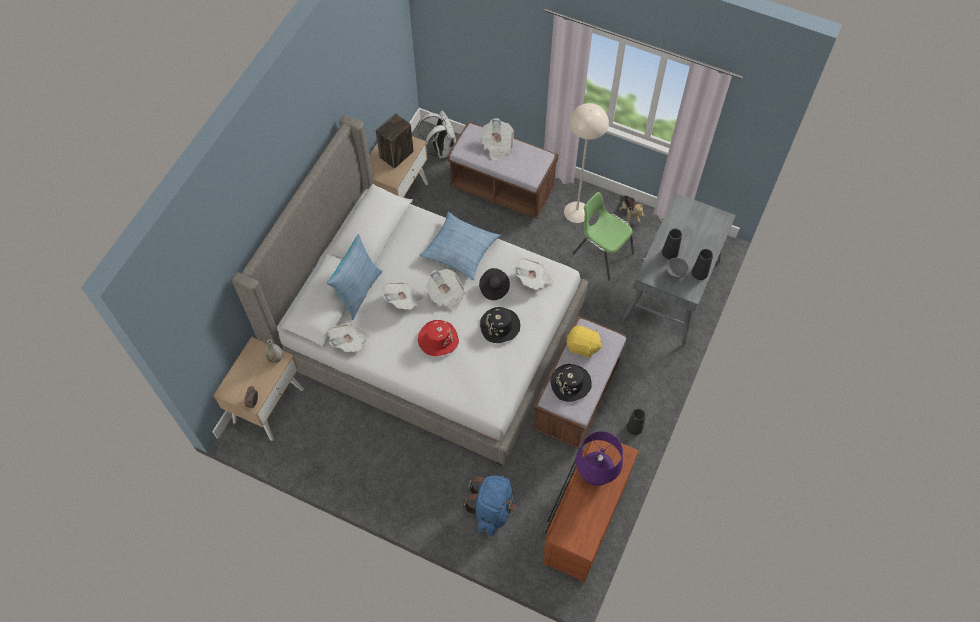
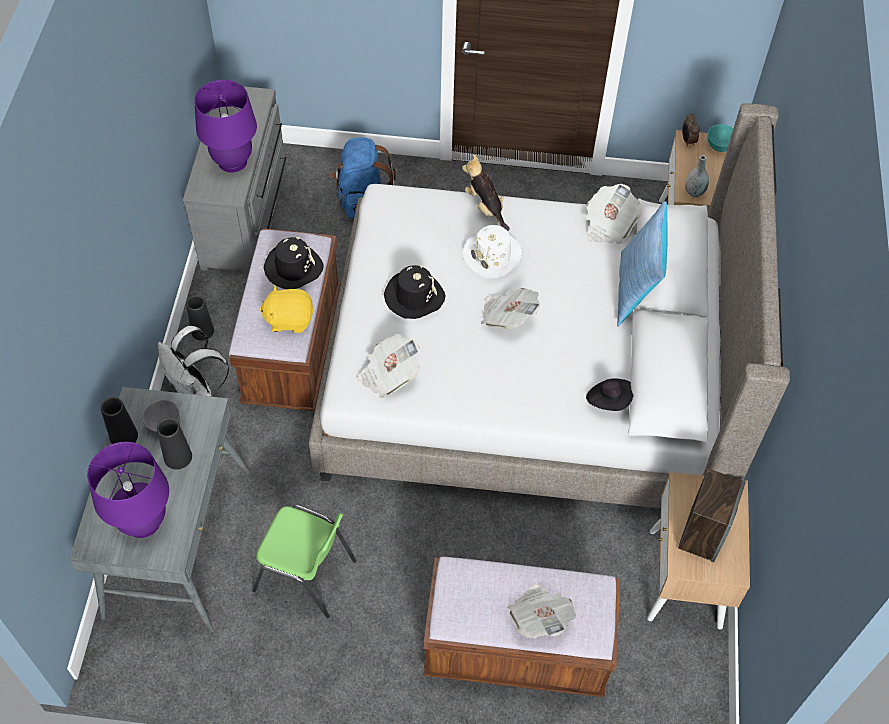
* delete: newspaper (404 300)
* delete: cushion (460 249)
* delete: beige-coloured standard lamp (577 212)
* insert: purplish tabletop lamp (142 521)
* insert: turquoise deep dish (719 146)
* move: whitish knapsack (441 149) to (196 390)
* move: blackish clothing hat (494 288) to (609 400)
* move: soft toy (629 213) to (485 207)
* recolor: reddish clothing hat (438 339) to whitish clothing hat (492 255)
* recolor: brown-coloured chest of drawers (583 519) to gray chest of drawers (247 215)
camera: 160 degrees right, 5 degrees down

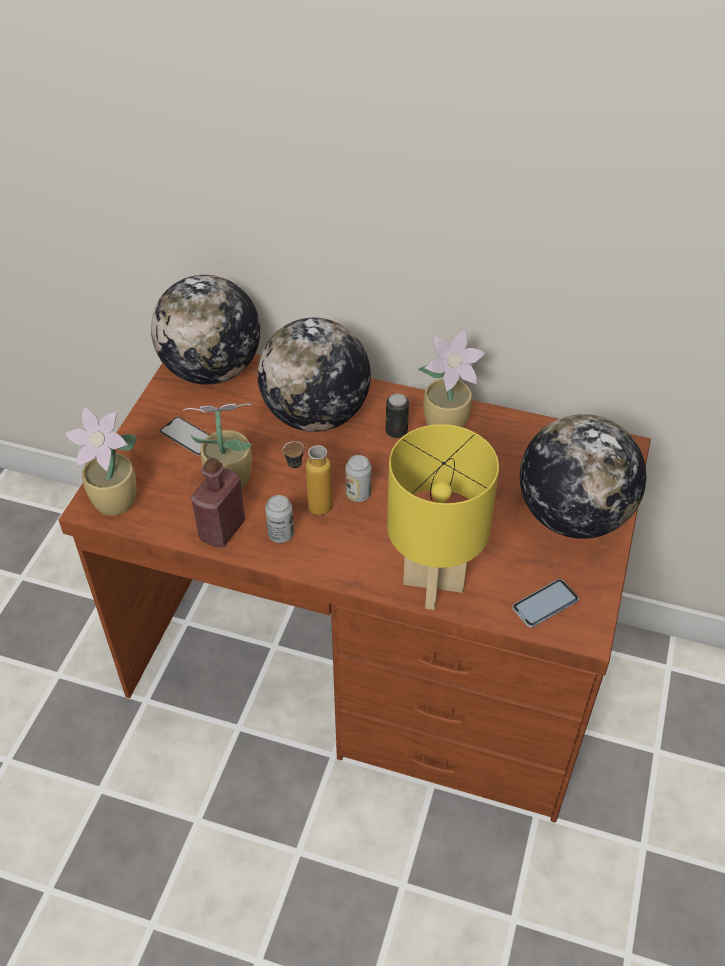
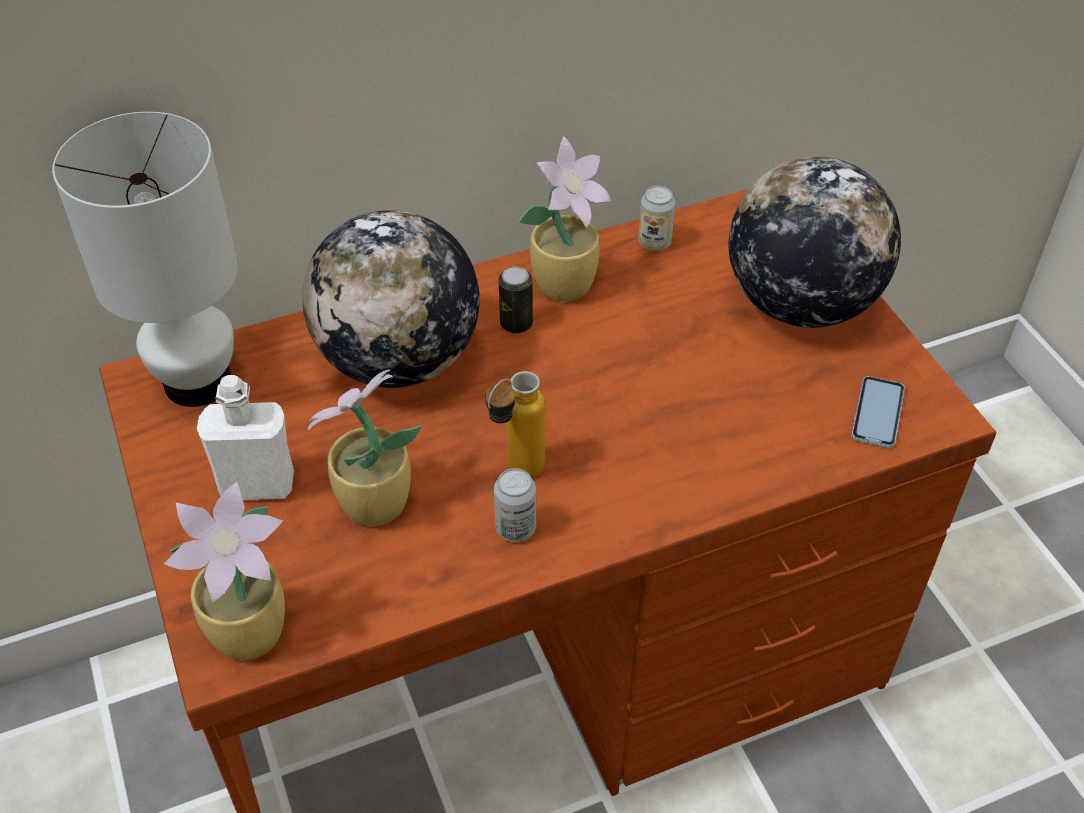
* delete: reddish beverage bottle (222 530)
* delete: yellow-coloured tabletop lamp (433 584)
* move: can (358 494) to (654 243)
* replace: world globe (212 370) to whitish tabletop lamp (197 383)
* replace: phone (188 436) to whitish beverage bottle (257 485)
camera: 40 degrees left, 0 degrees up

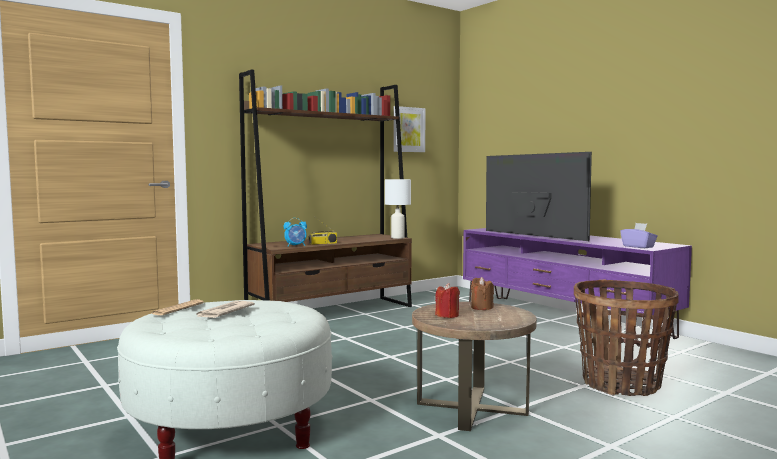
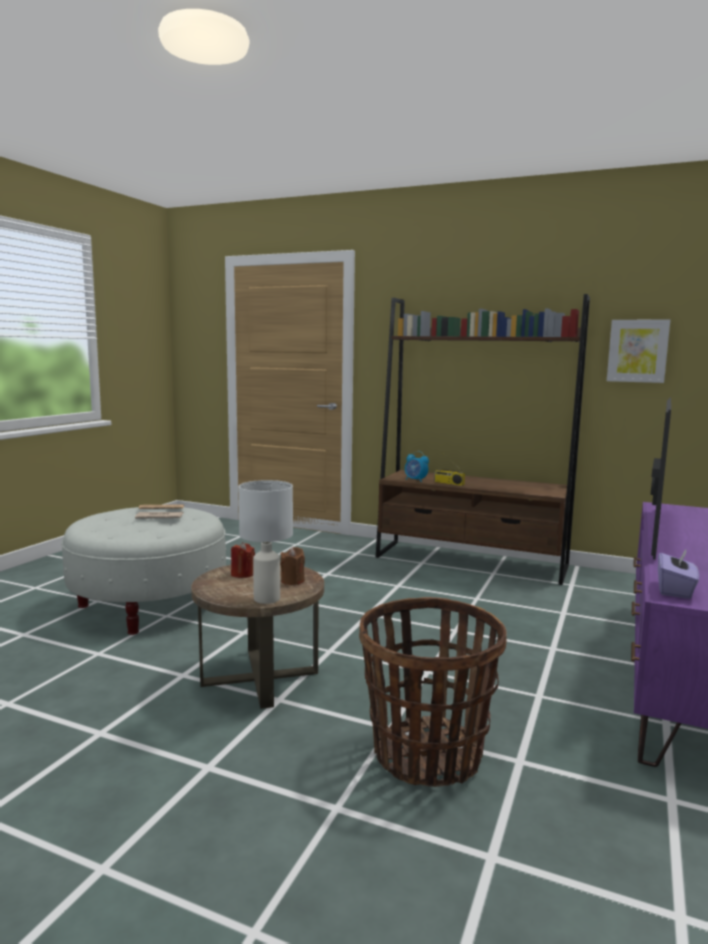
* move: whitish tabletop lamp (397 237) to (266 598)
camera: 60 degrees right, 5 degrees up

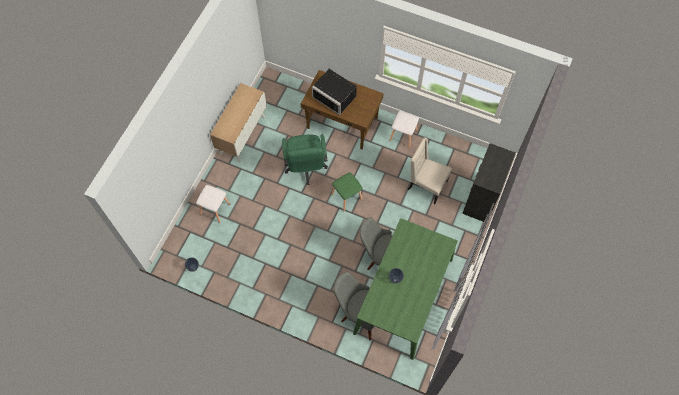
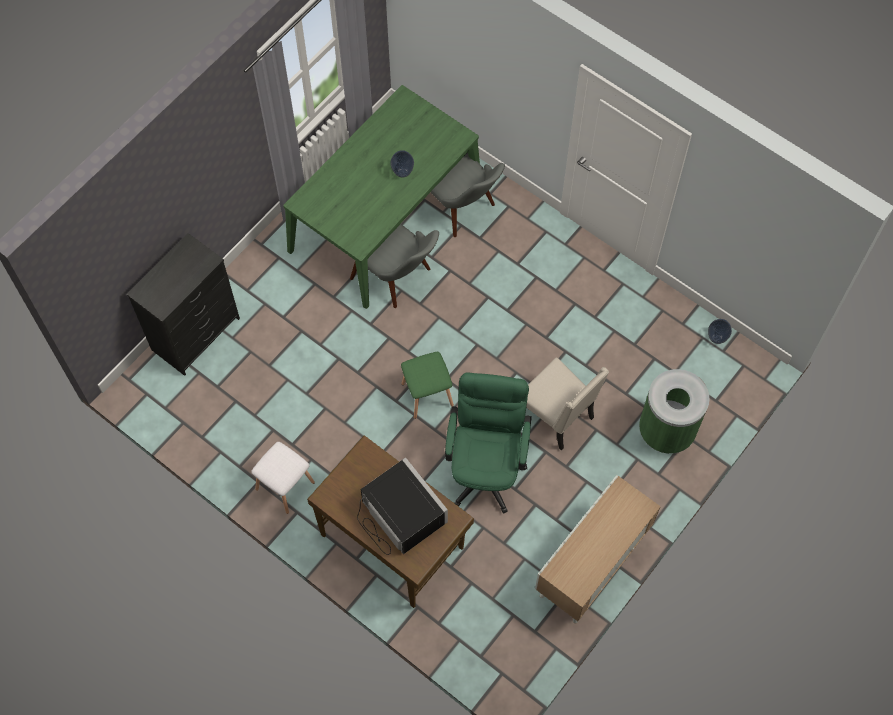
* move: beige-coloured plain chair (426 185) to (557 416)
* replace: whitish stool seat (215 208) to green waste bin (666 431)
camera: 165 degrees left, 0 degrees up

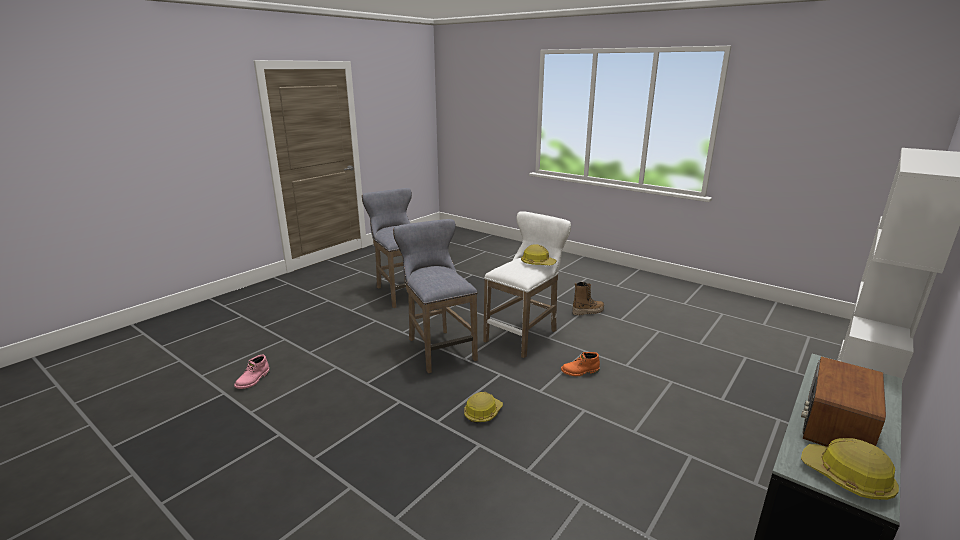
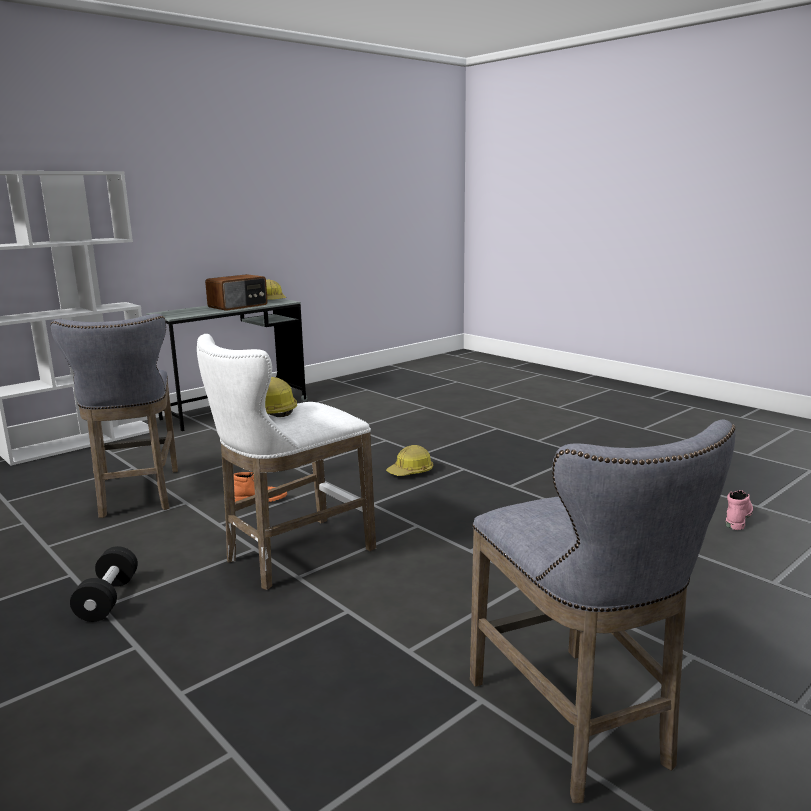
* move: gray stool seat (438 348) to (137 495)
* replace: high-top boot (588 311) to blackish free weight (108 599)
camera: 170 degrees left, 5 degrees down

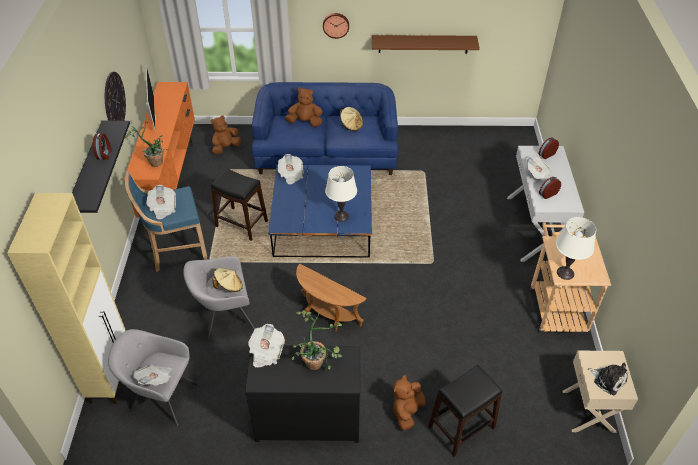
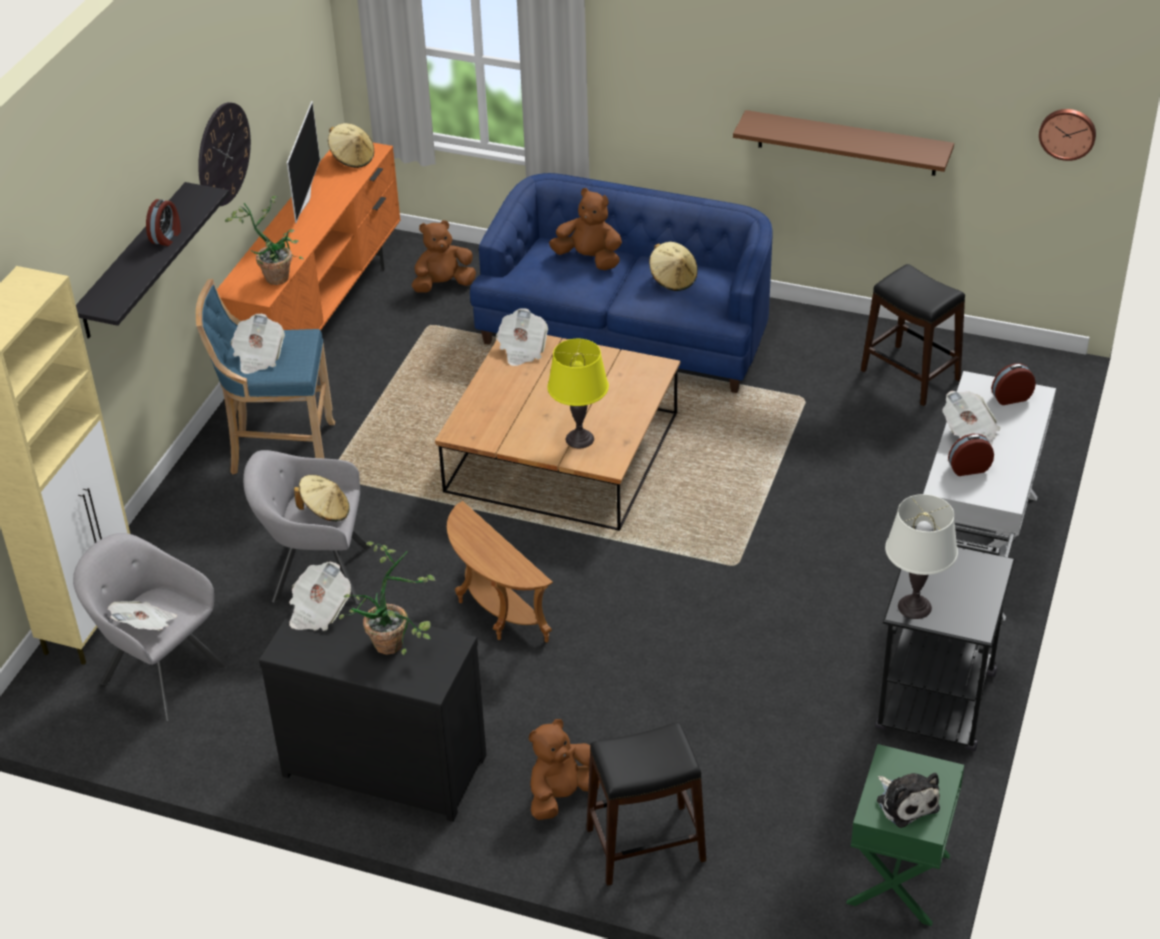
* insert: beige-coloured clothing hat (352 159)
* move: blackish stool seat (241 223) to (910 374)
* move: hanging clock (336 25) to (1067 133)
* recolor: blue coffee table (322 222) to brown-coloured coffee table (562 452)
* recolor: whitish tabletop lamp (341 216) to yellow-coloured tabletop lamp (580 439)
* recolor: beige-coloured trolley (556 305) to blackish trolley (938 690)
* recolor: beige-coloured nightstand (589 411) to green nightstand (900 879)
camera: 20 degrees right, 5 degrees down

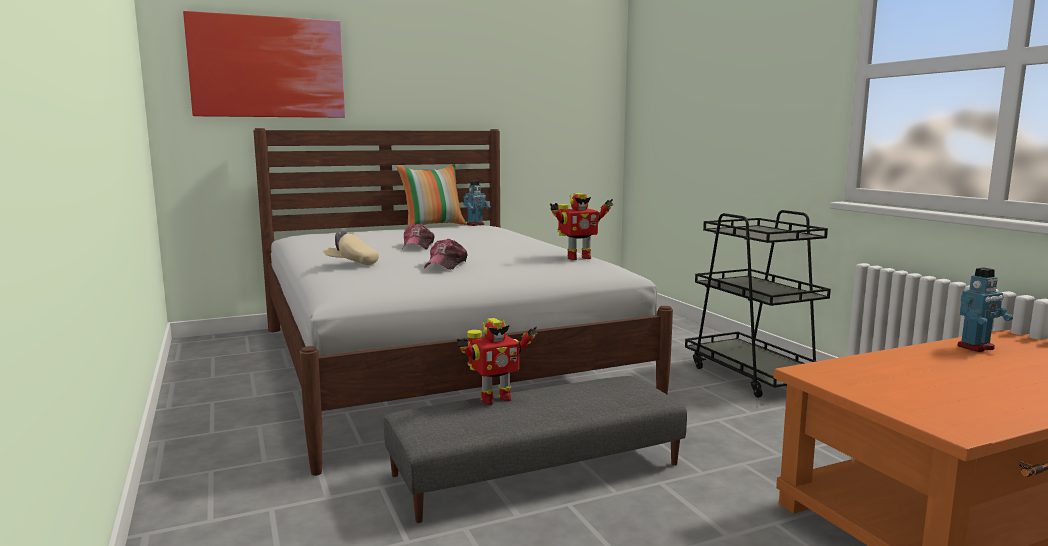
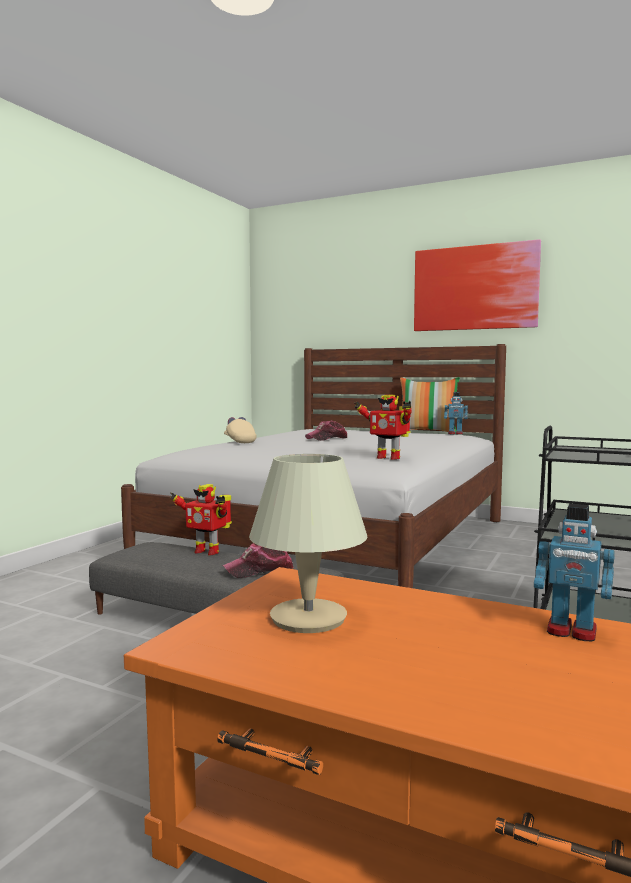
* insert: beige-coloured tabletop lamp (308 618)
* move: picture (268 67) to (475 288)
* move: baseball cap (446 265) to (259 570)
camera: 50 degrees right, 5 degrees down

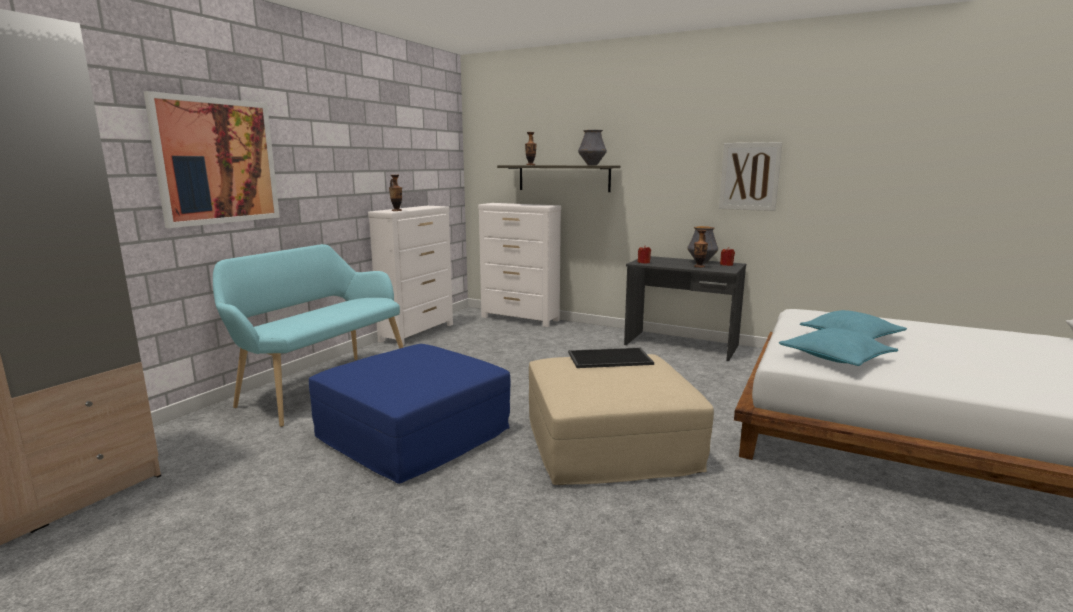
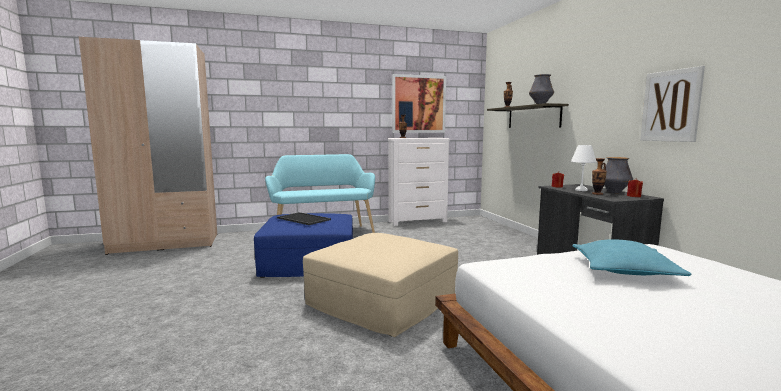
* delete: whitish chest of drawers (520 319)
* delete: turquoise cushion (835 358)
* insert: whitish tabletop lamp (581 190)
* move: picture (217 161) to (418 104)
* move: tray (609 359) to (302 219)
camera: 45 degrees right, 5 degrees down

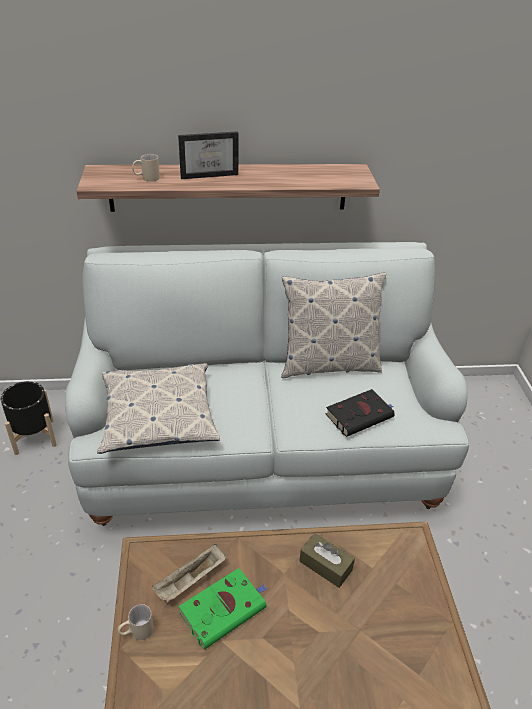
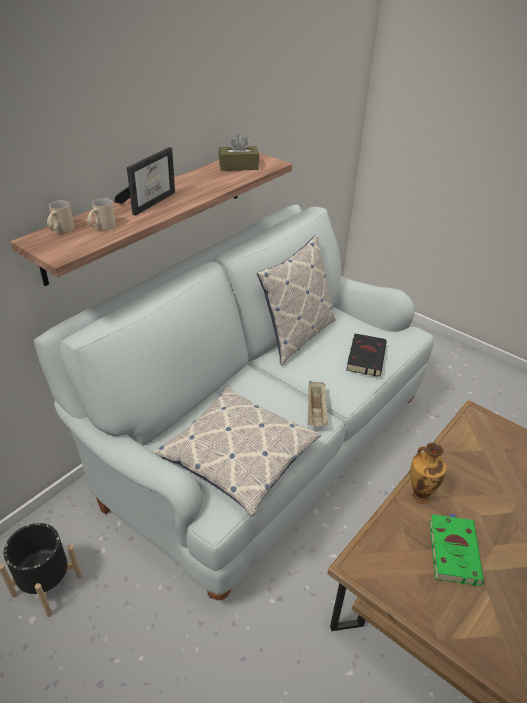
* insert: vase (419 495)
* move: beige-coloured mug (136 632) to (61 230)
* move: beige-coloured tray (190 581) to (316 412)
* move: brown-coloured tissue box (325 565) to (238 166)
camera: 45 degrees left, 0 degrees up

